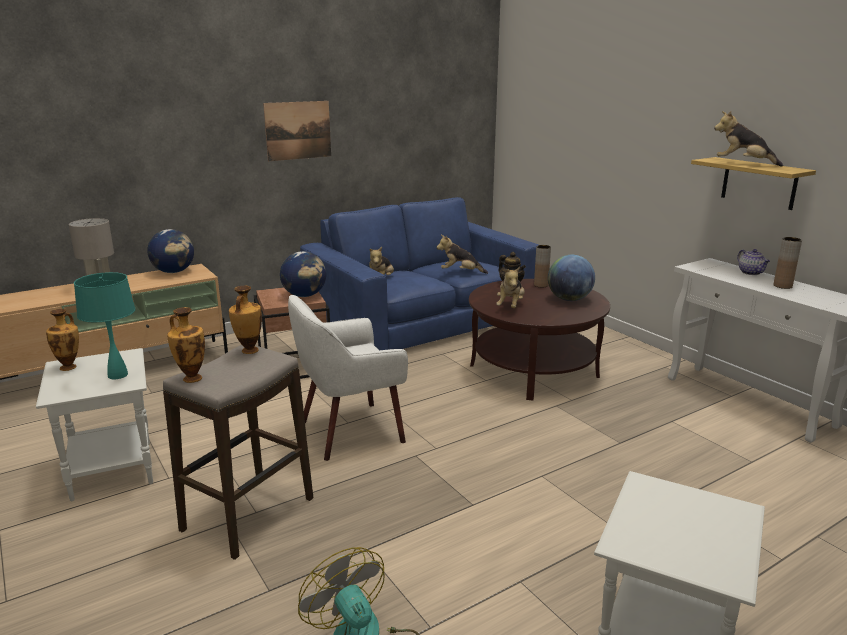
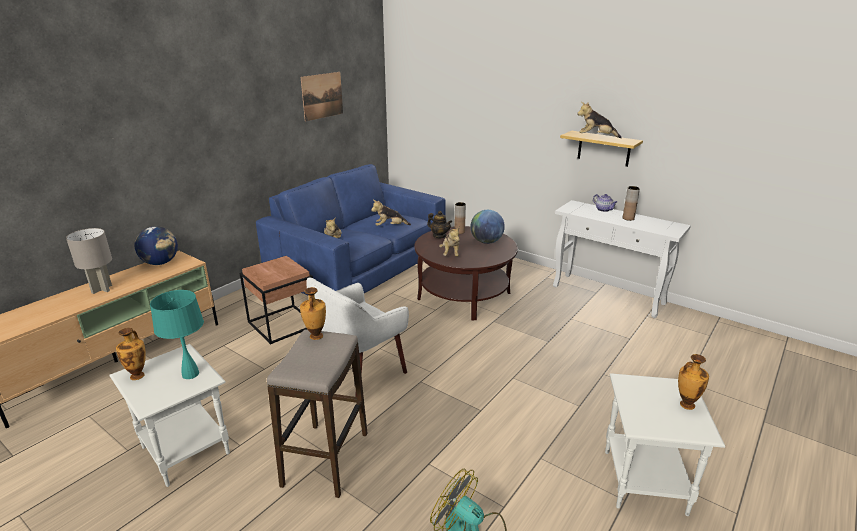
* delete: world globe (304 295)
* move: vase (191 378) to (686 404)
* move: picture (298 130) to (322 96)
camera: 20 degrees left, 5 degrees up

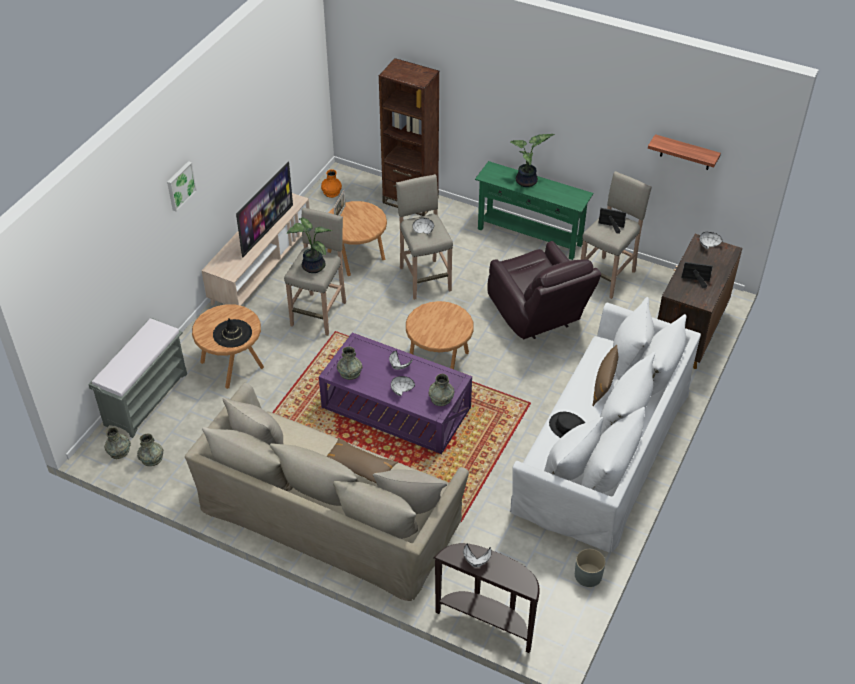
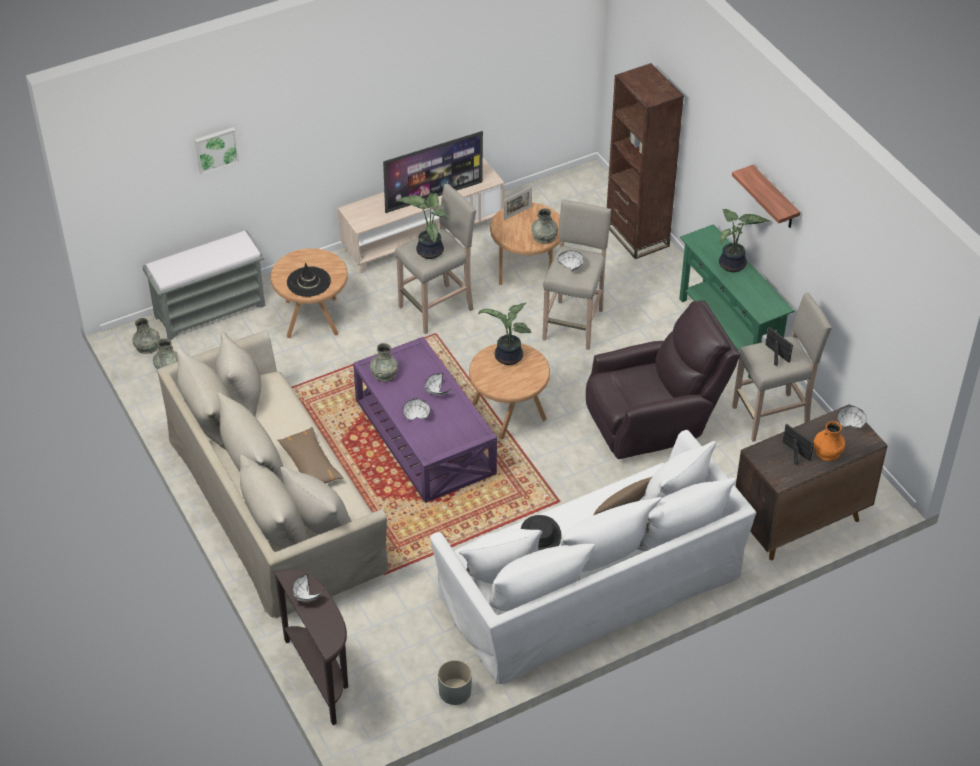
* insert: plant in a pot (507 357)
* move: picture (180 185) to (216 149)
* move: orange-coloured vase (331 192) to (827 451)
* move: gray vase (441 398) to (544 236)
* move: wall shelf (685 153) to (774 199)
* rotate: brown-coloured easy chair (538 316) = (654 420) 120 degrees counterclockwise
camera: 35 degrees right, 0 degrees up

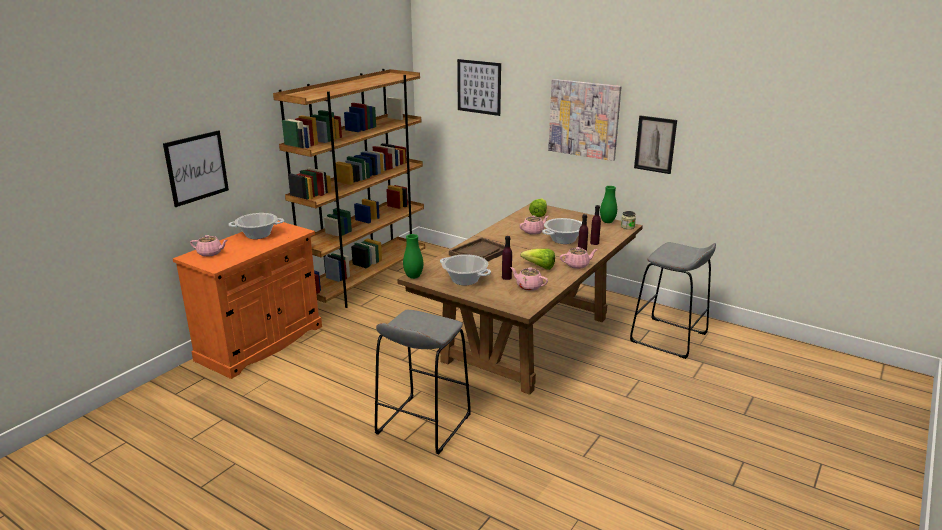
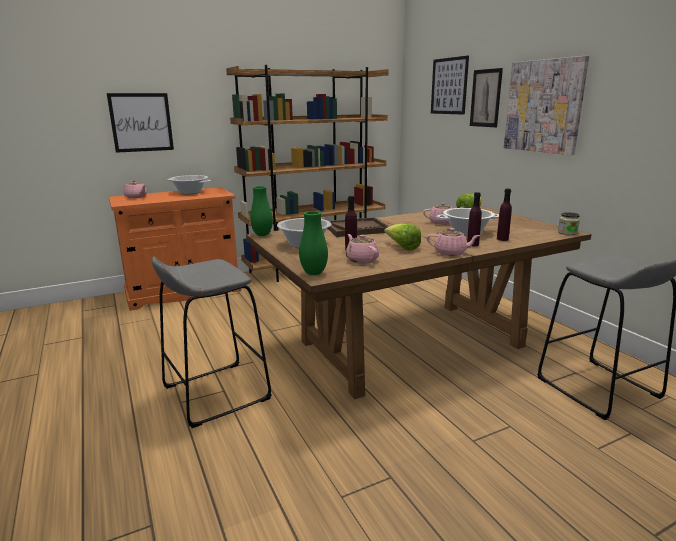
* move: green vase (607 222) to (314 273)
* move: picture (655 144) to (485 98)
camera: 30 degrees right, 5 degrees down

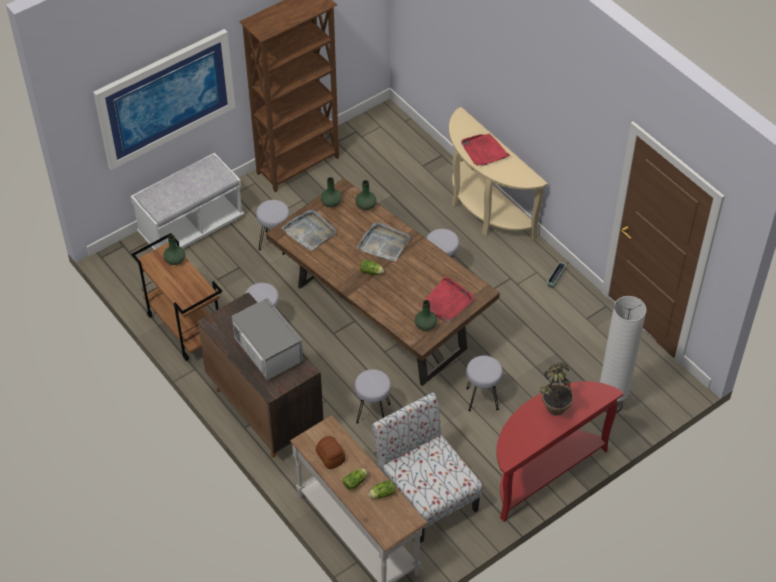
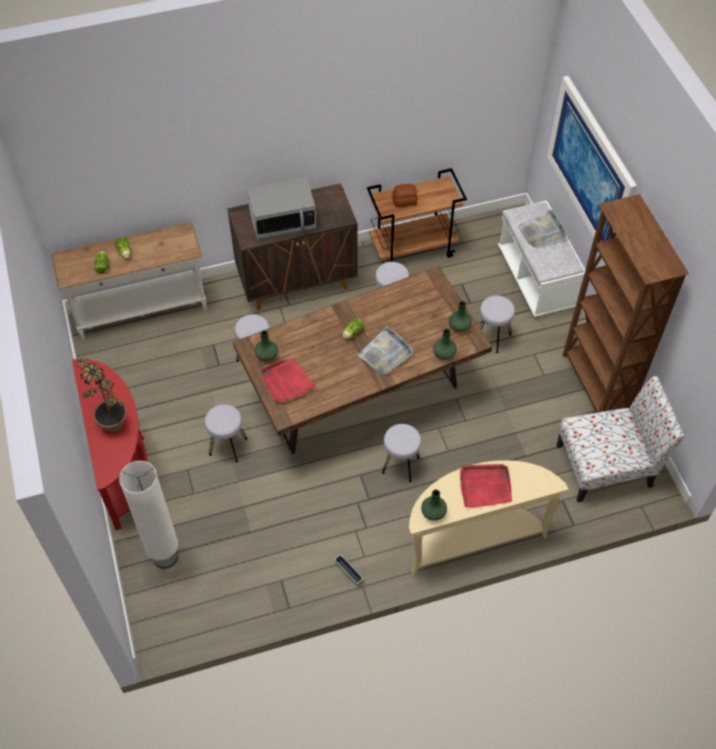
* move: green vase (174 260) to (433 512)
* move: gray tray (310 231) to (542 231)
* move: baked bread (330 456) to (405 201)
* move: plain chair (425 495) to (607 465)
camera: 110 degrees right, 5 degrees up

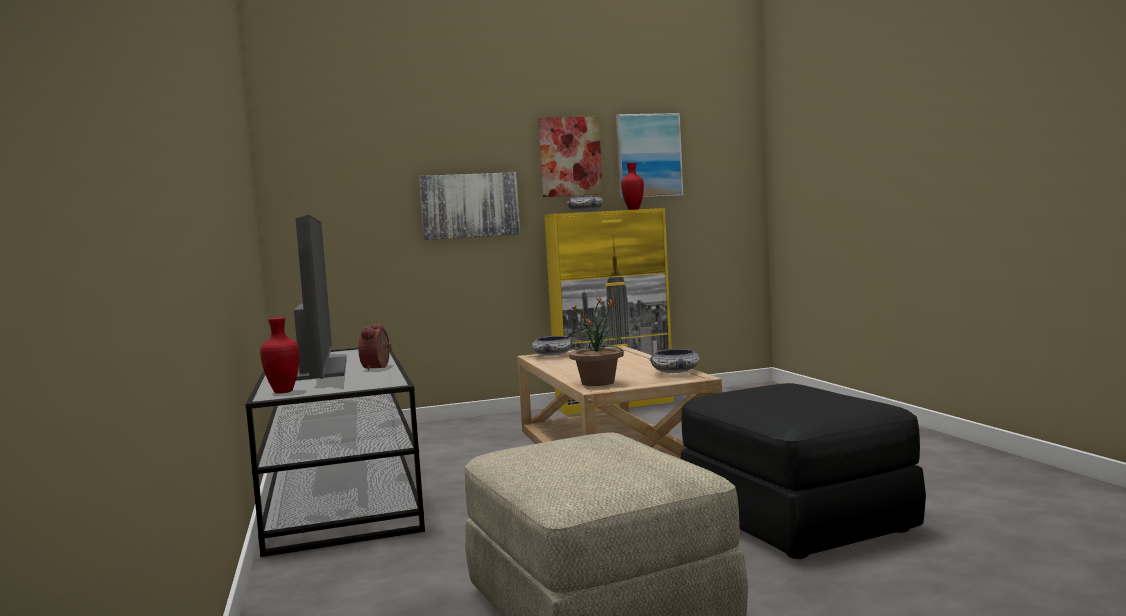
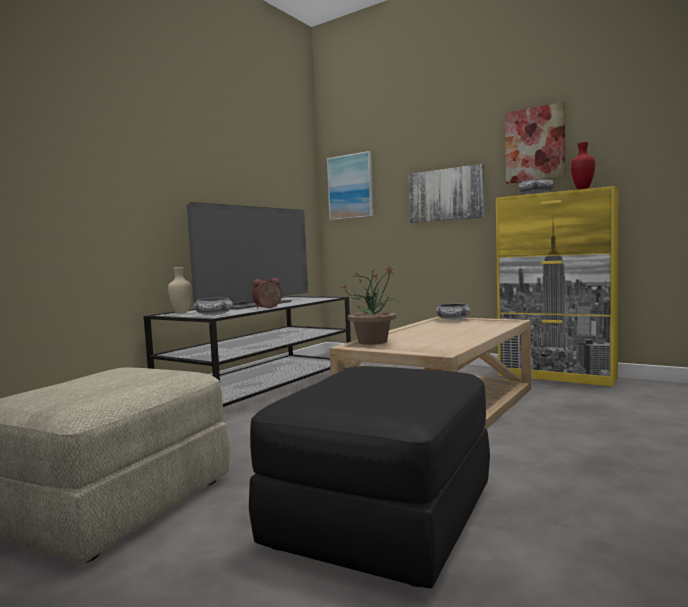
* move: picture (649 156) to (350 186)
* move: deep dish (675 372) to (213 315)
* recolor: reddish vase (284 392) to beige-coloured vase (181 313)
camera: 50 degrees right, 0 degrees up

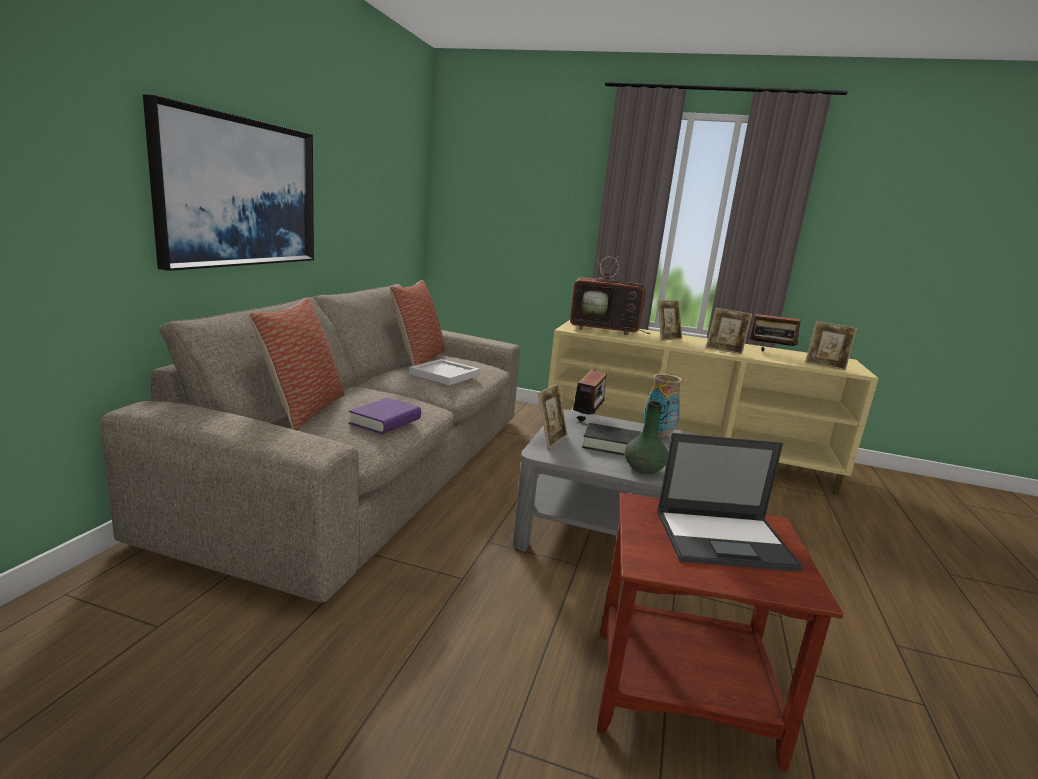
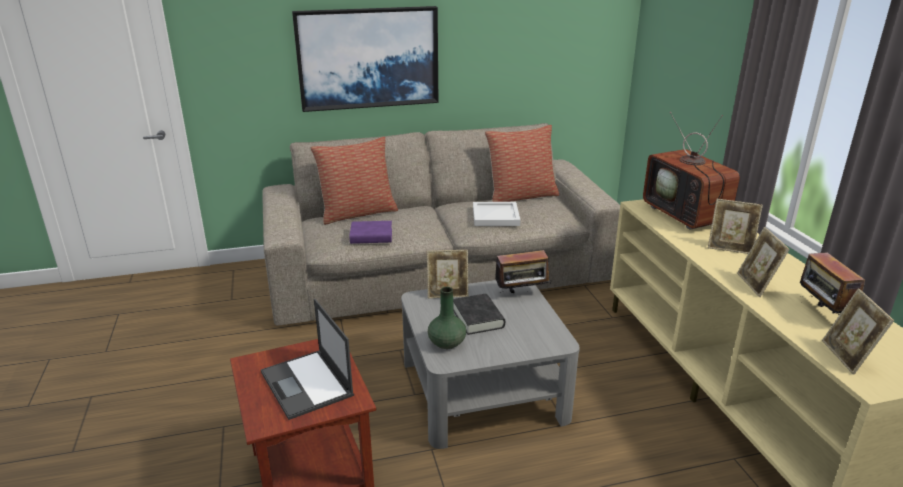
* delete: vase (658 434)
camera: 60 degrees right, 10 degrees up

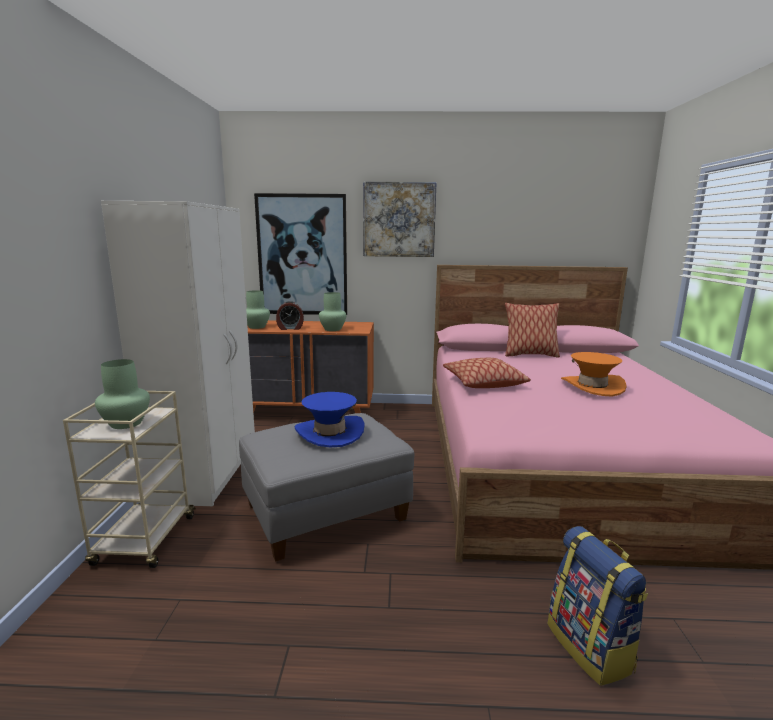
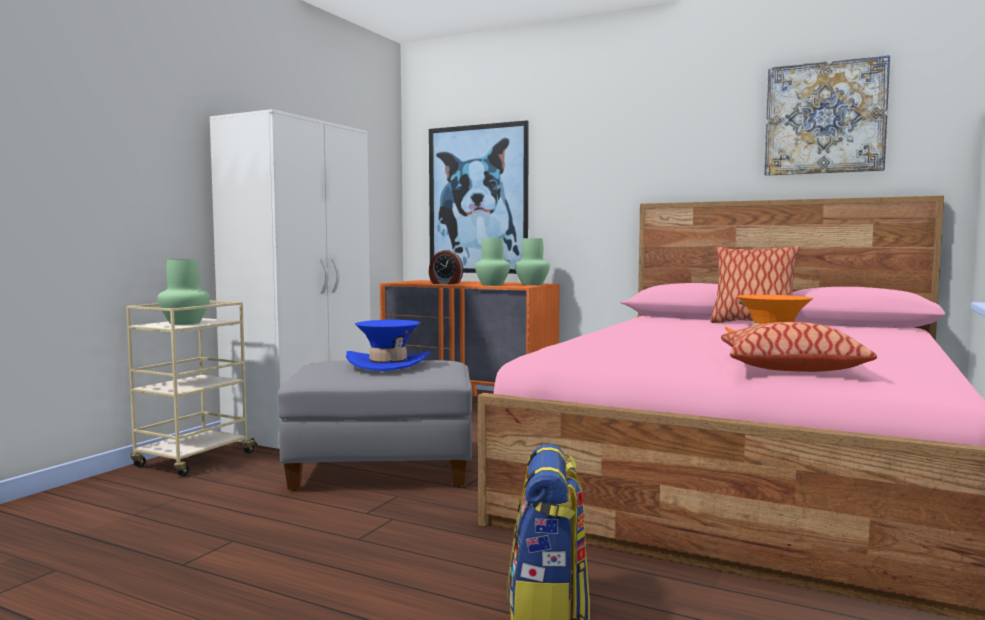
* move: green vase (256 327) to (531 284)
* move: picture (399 220) to (825 118)
* move: cushion (483 383) to (789 367)
camera: 25 degrees right, 10 degrees down

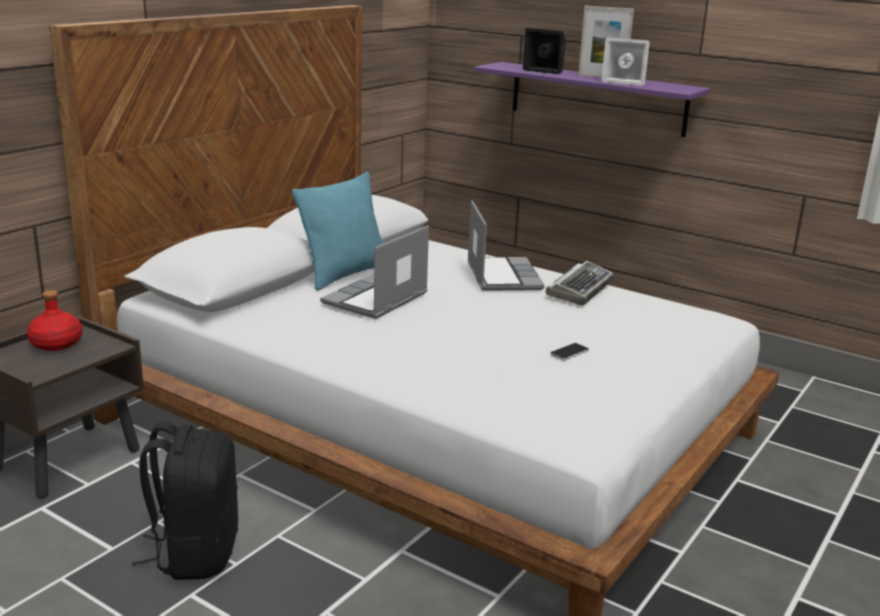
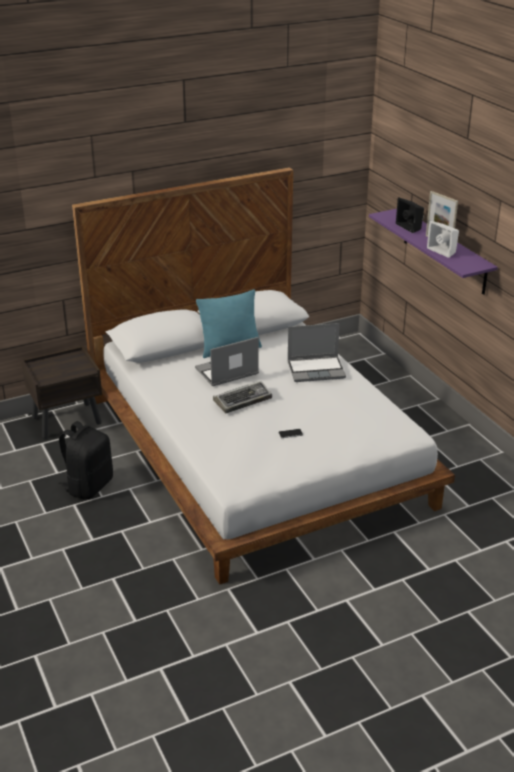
* delete: reddish beverage bottle (55 343)
* move: PC keyboard (580 289) to (243 400)
* rotate: portable computer (502 276) = (316 370) 60 degrees clockwise
camera: 30 degrees right, 10 degrees up

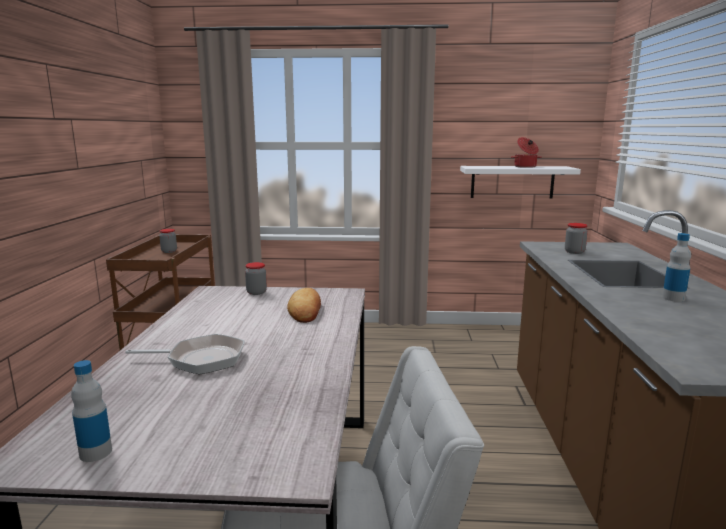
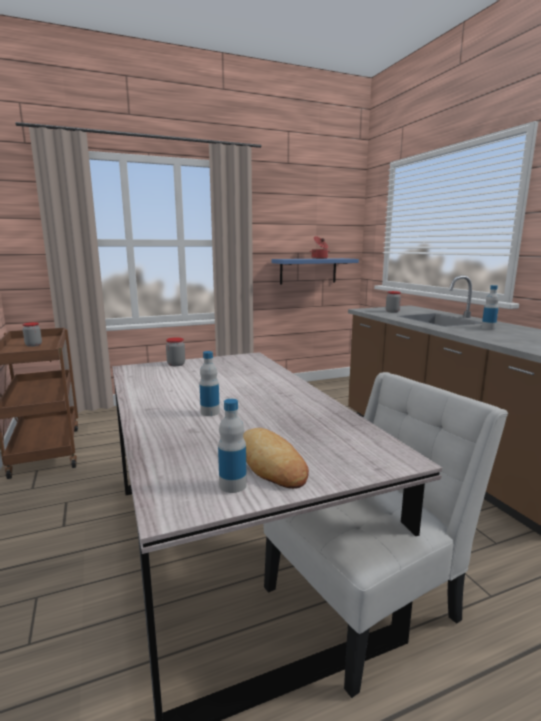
* move: baked bread (305 310) to (271 463)
* replace: pan (201 359) to beverage bottle (210 412)
* recolor: whitish wall shelf (512 182) to blue wall shelf (308 271)
camera: 25 degrees left, 0 degrees up

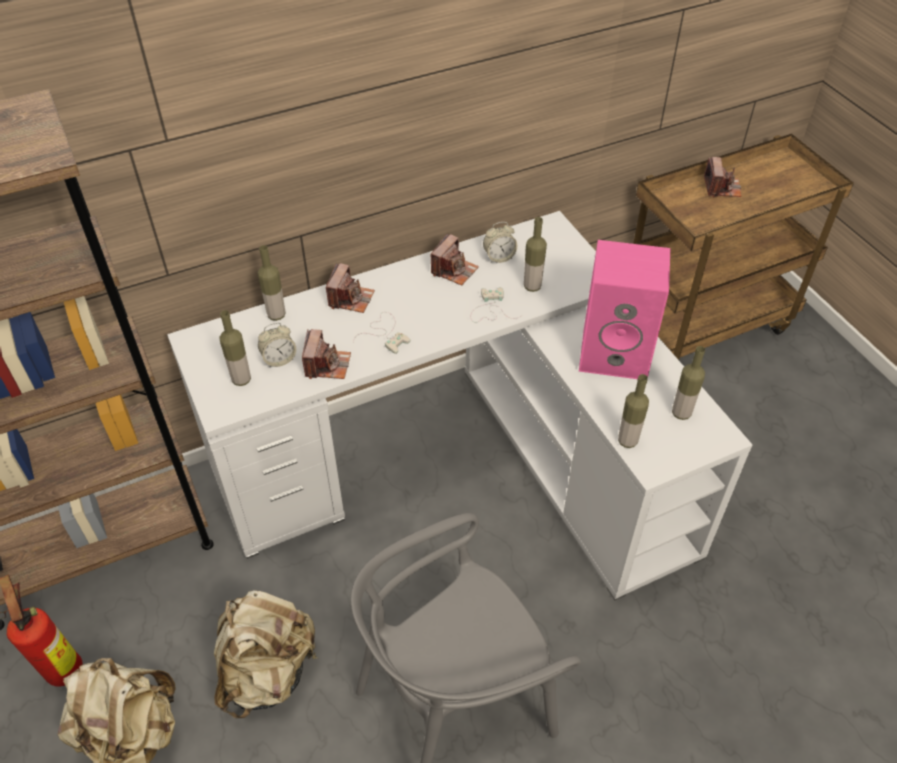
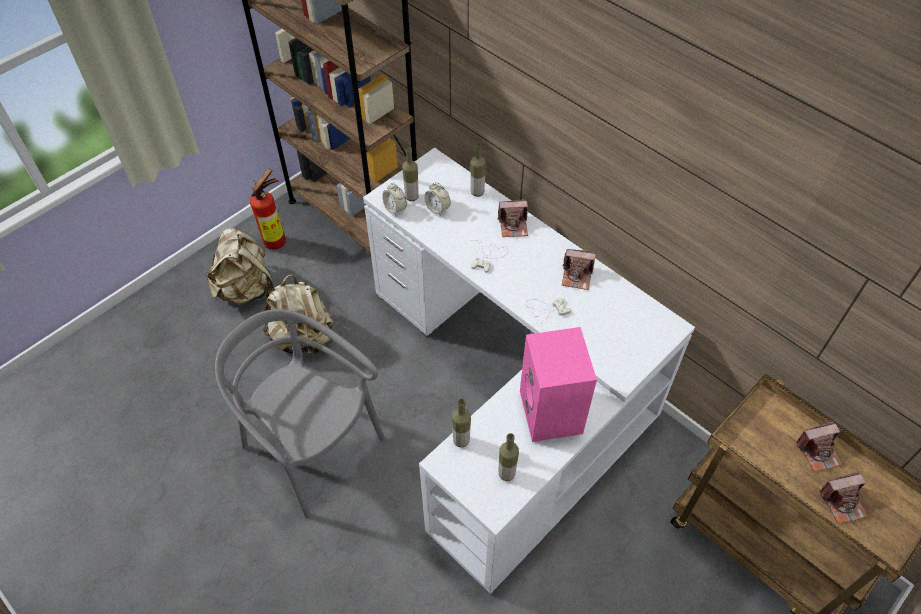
* delete: beverage bottle (532 286)
* move: still camera (327 365) to (842 503)
* move: bedside clock (499 257) to (395 209)
camera: 70 degrees right, 5 degrees up

